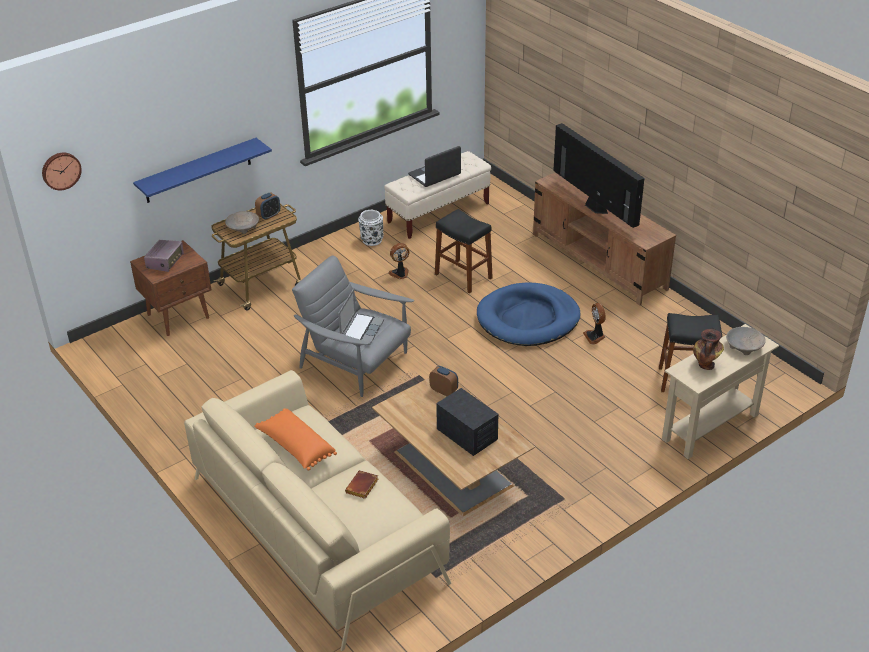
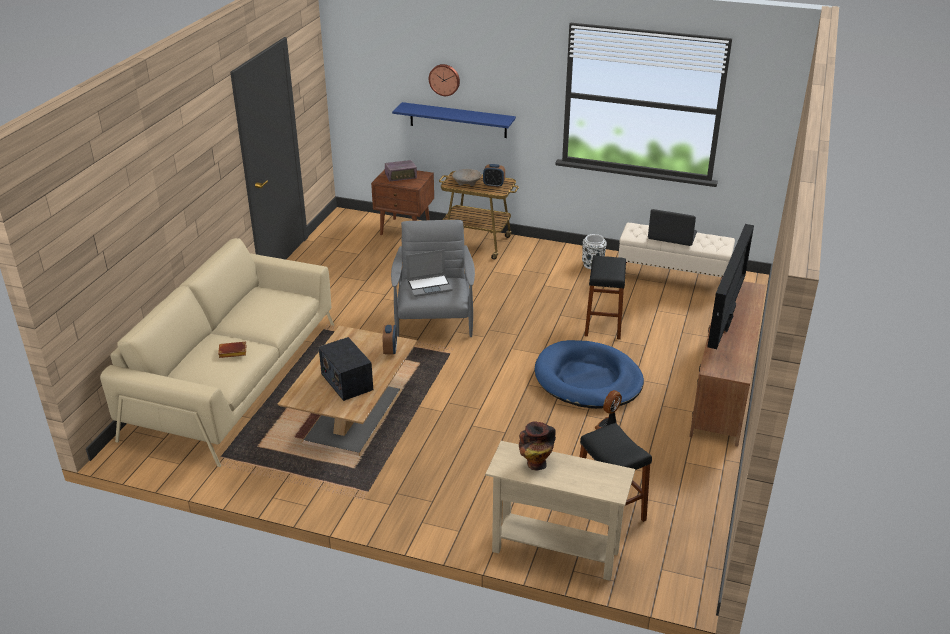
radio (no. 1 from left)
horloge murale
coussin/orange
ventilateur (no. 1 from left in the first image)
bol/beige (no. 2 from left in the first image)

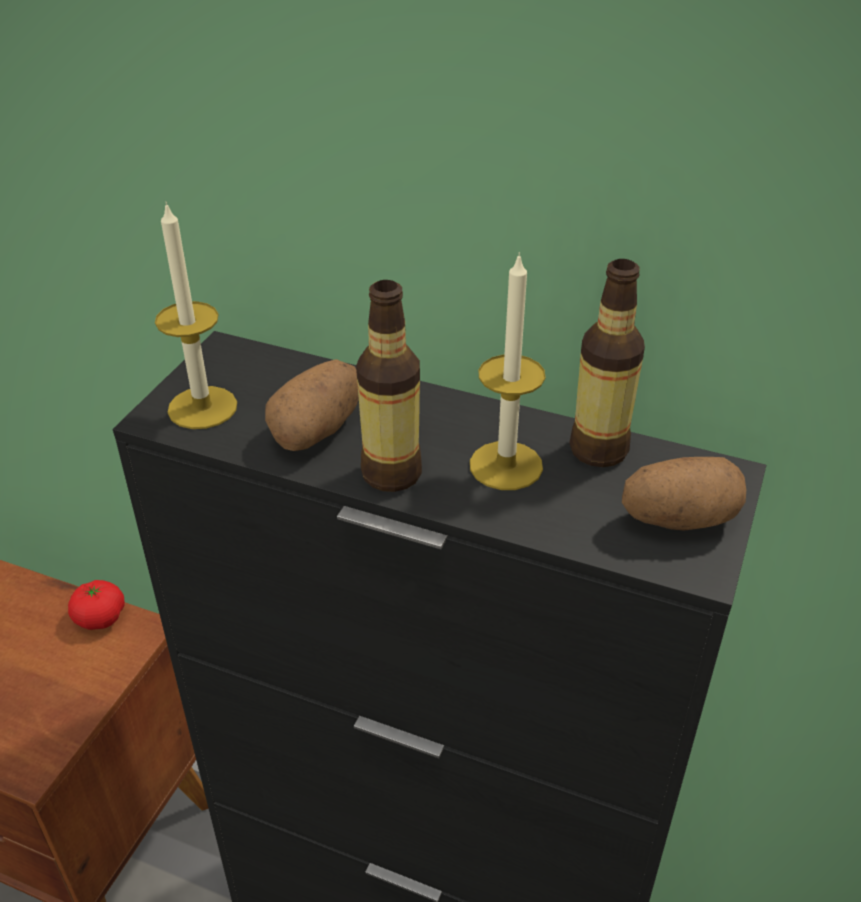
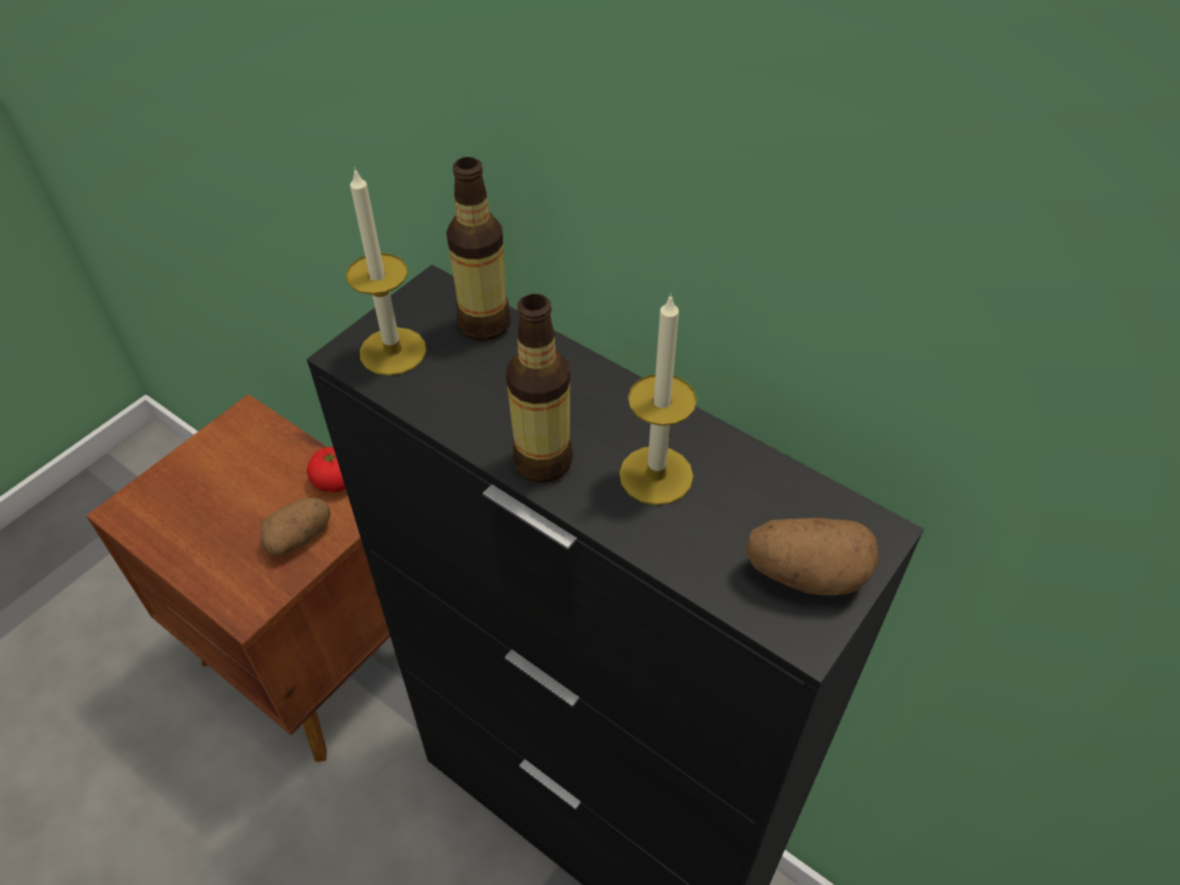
pomme de terre (no. 1 from left)
bouteille (no. 1 from left)

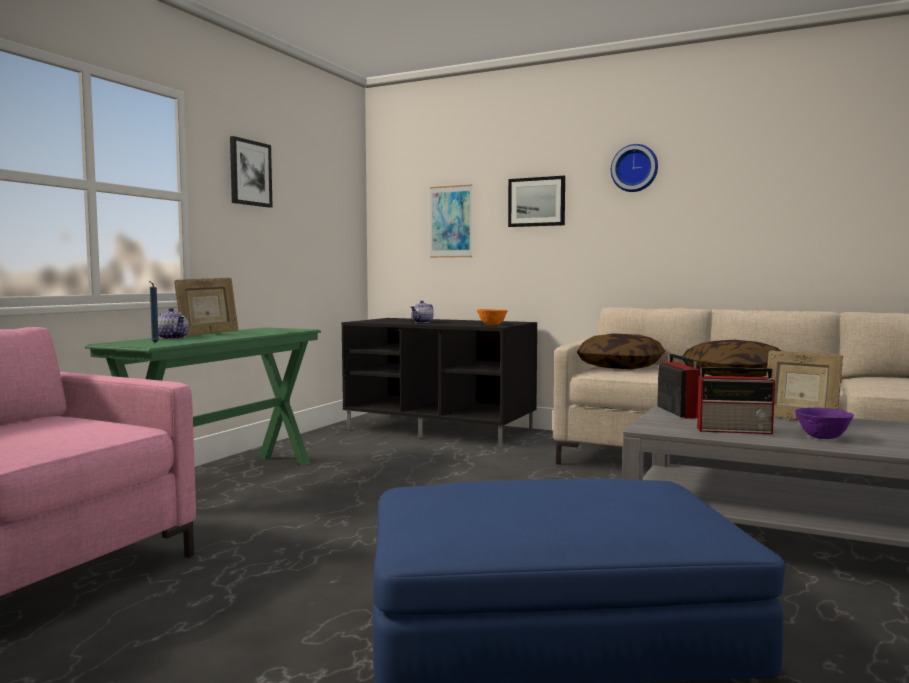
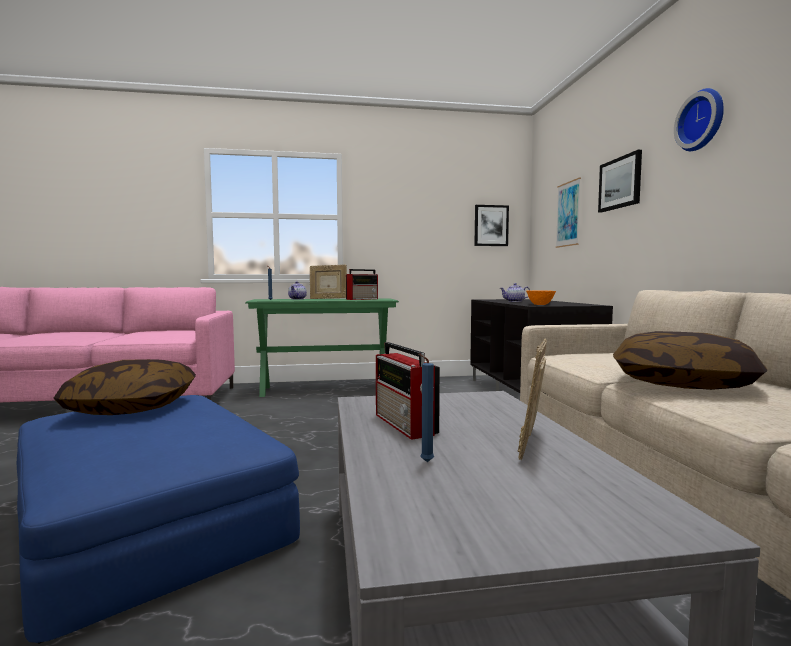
coussin (no. 1 from left)
radio (no. 1 from left)
bougie/bleu (no. 2 from left)
tableau (no. 1 from left)

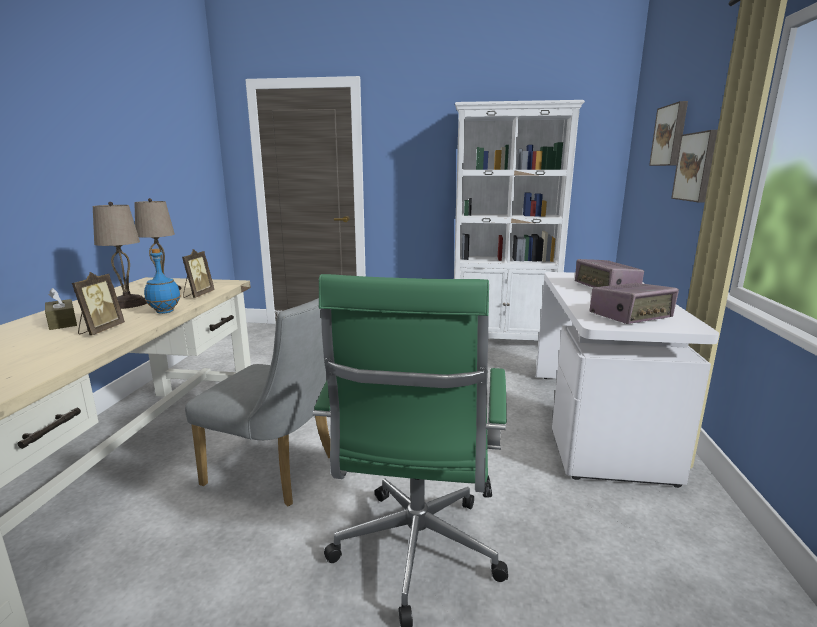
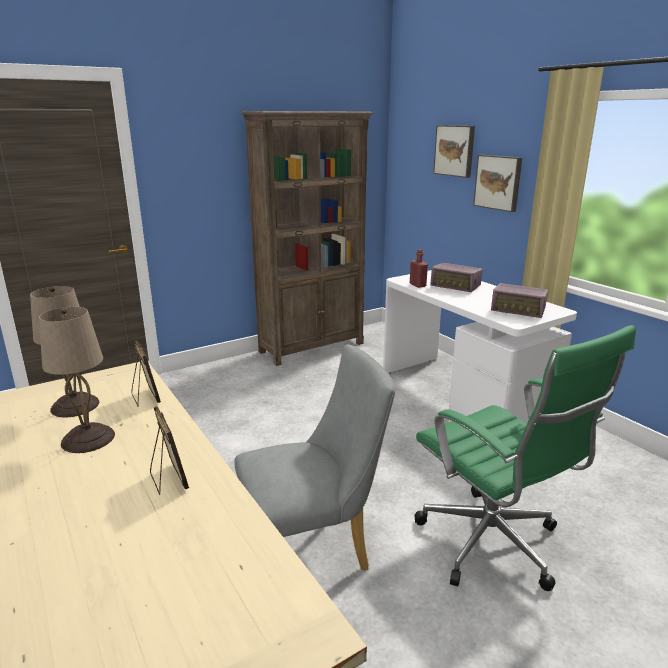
bibliothèque/marron
bouteille/rouge
radio (no. 2 from left)
boîte à mouchoirs/marron
bouteille/bleu

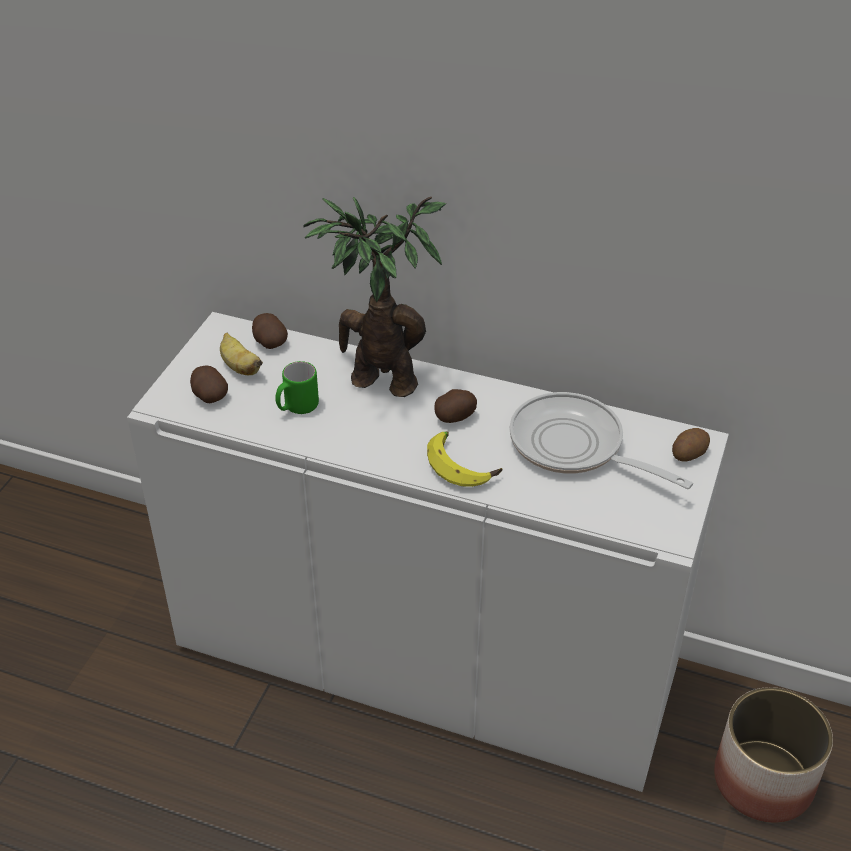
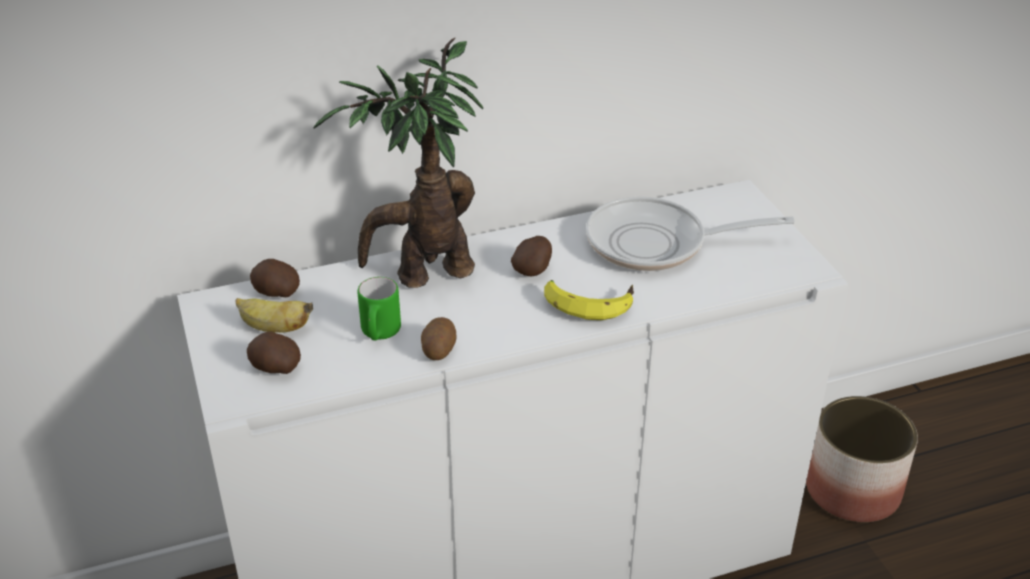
pomme de terre (no. 3 from left)

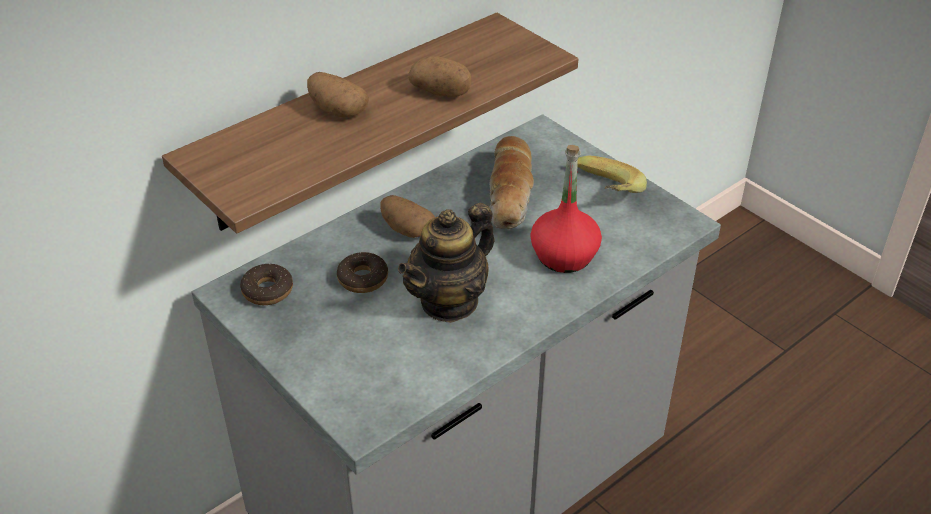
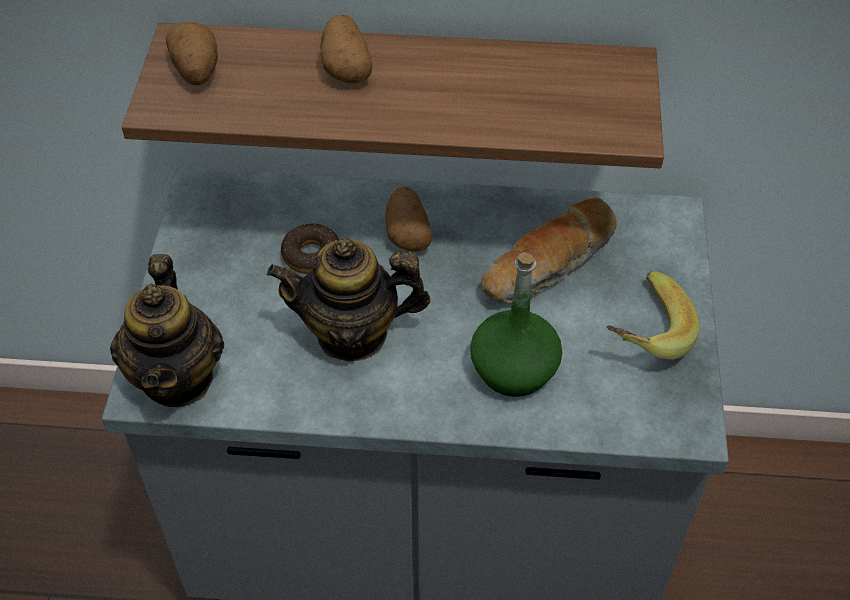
théière (no. 1 from left)
pomme de terre (no. 1 from left)
bouteille/vert
beignet (no. 1 from left in the first image)

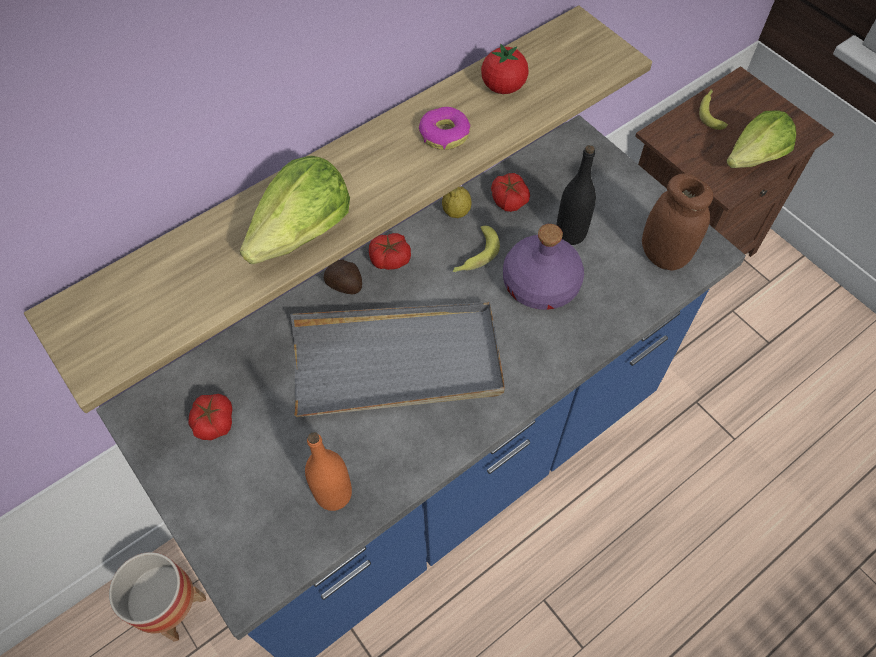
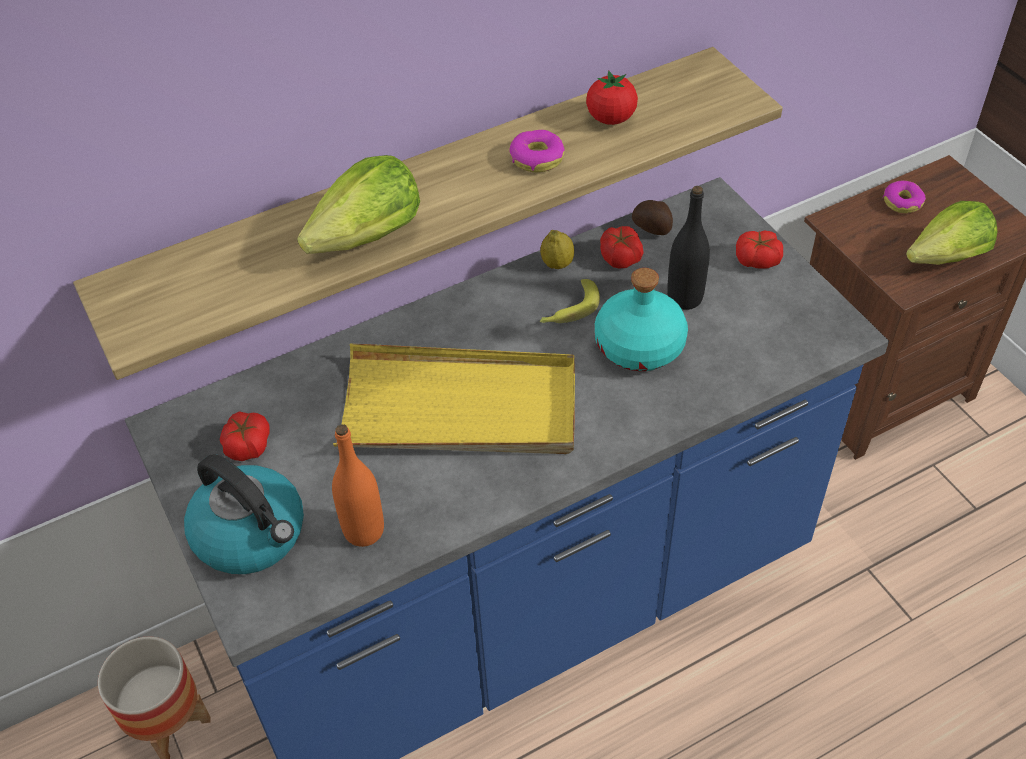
bouilloire
plateau/jaune
bouteille/turquoise
pomme de terre
tomate (no. 4 from left)
beignet (no. 2 from left)
bocal/marron

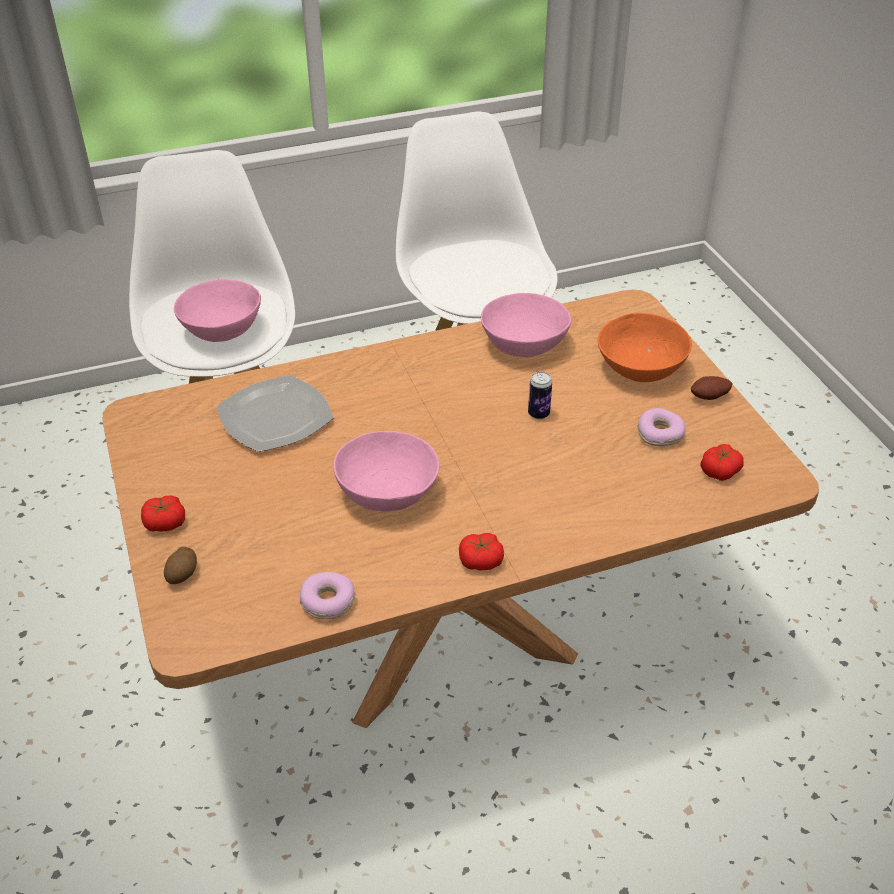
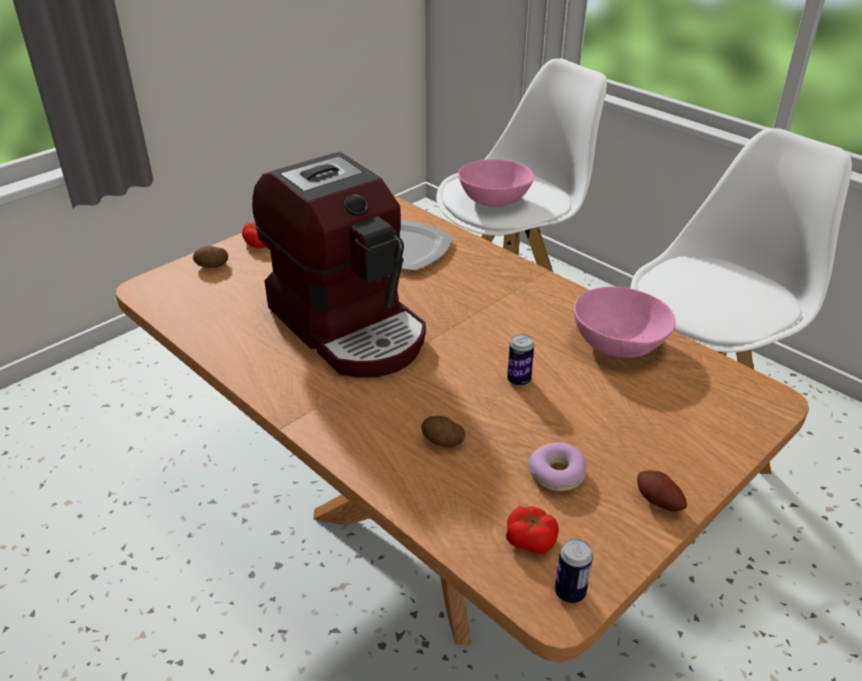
machine à café
pomme de terre (no. 2 from left)
boîte métallique (no. 2 from left)
beignet (no. 1 from left in the first image)
tomate (no. 2 from left in the first image)
bol/orange

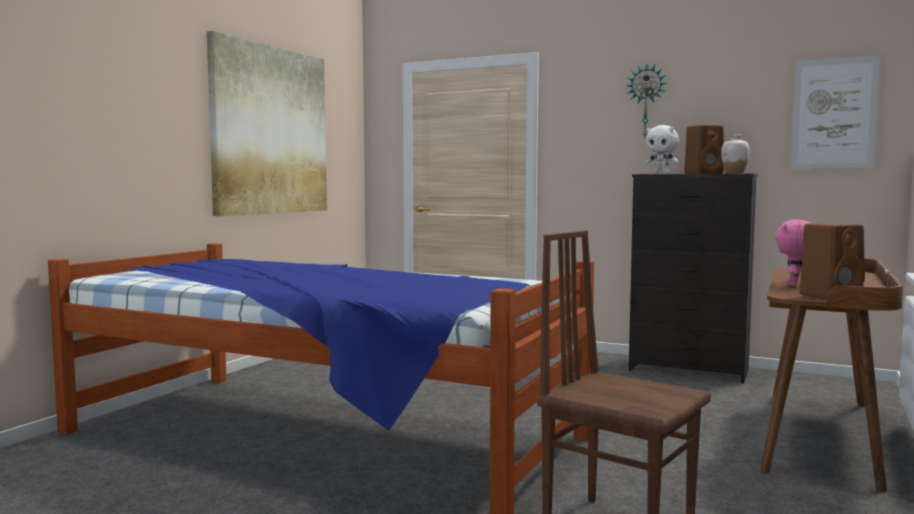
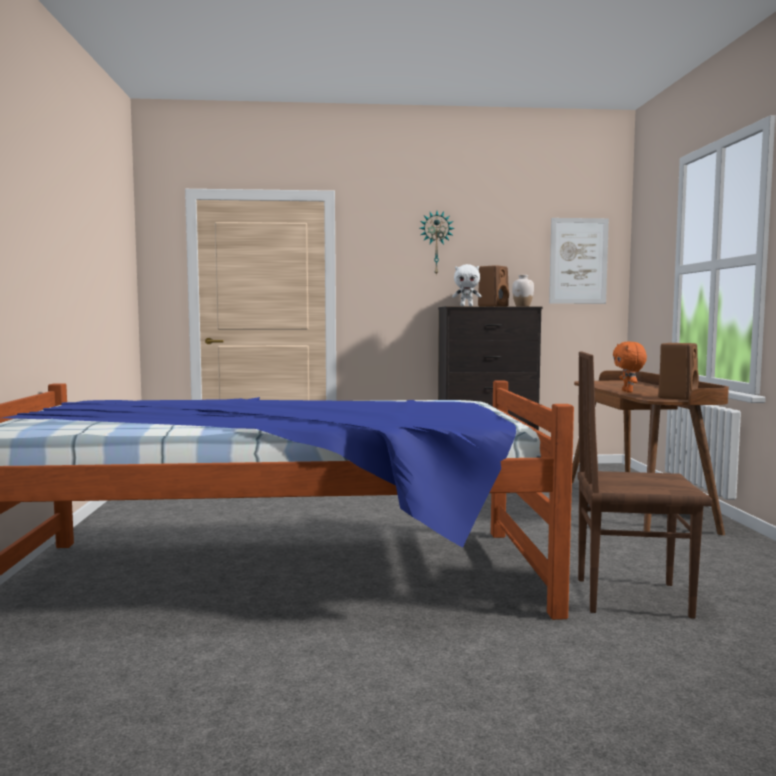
peluche/orange
tableau (no. 1 from left in the first image)

